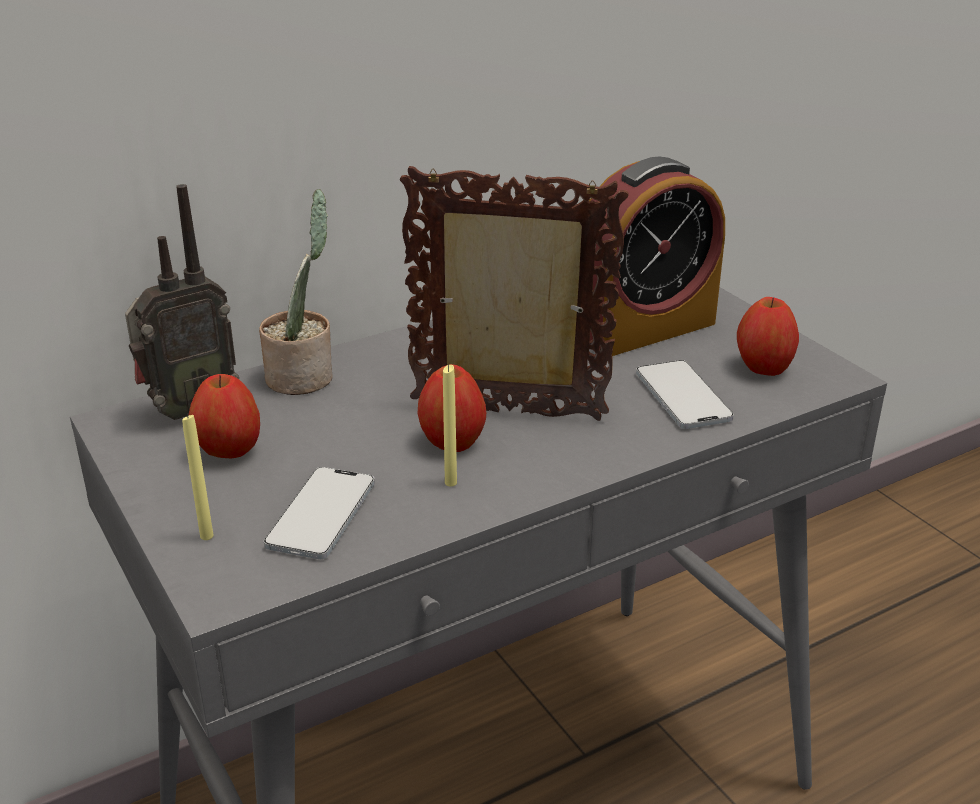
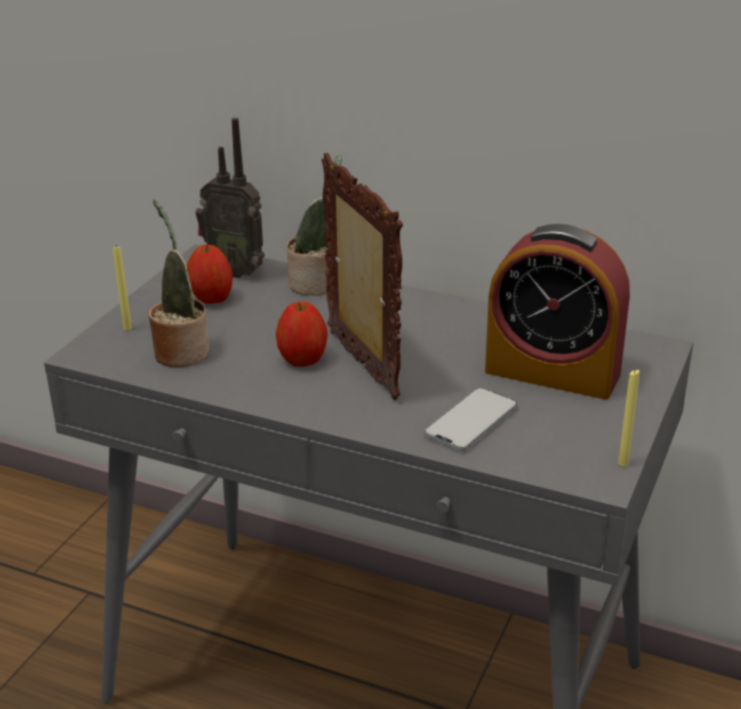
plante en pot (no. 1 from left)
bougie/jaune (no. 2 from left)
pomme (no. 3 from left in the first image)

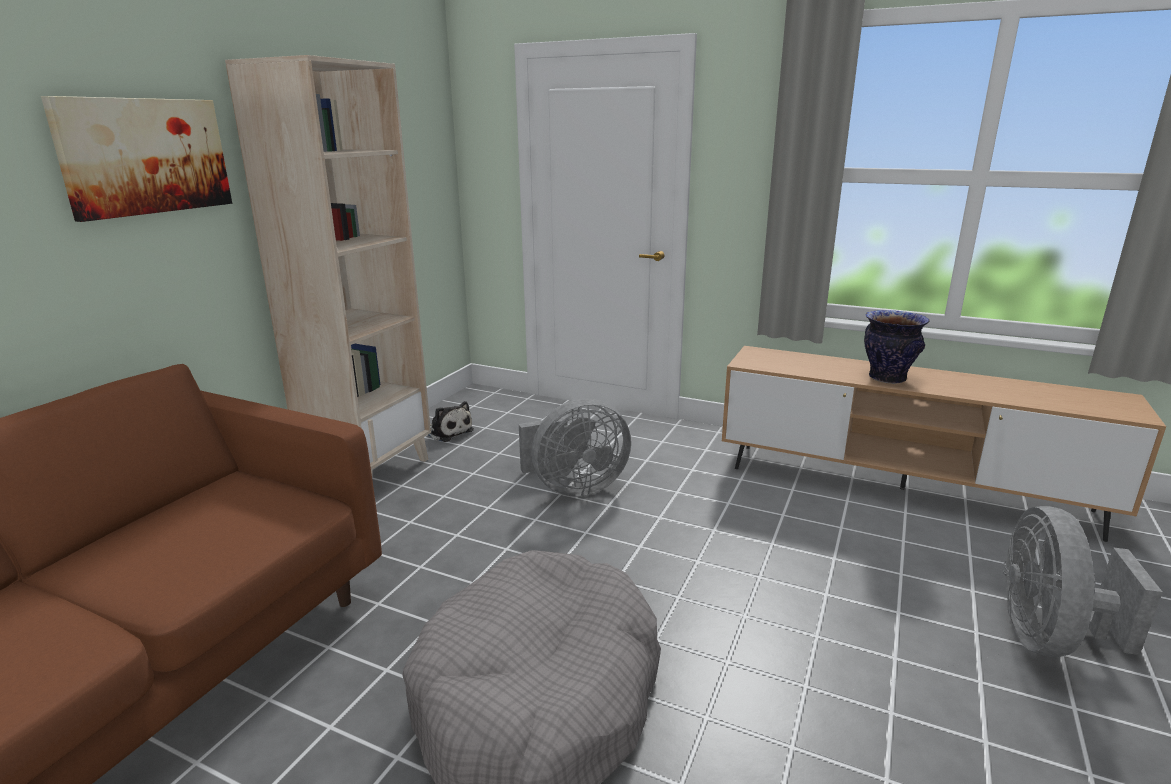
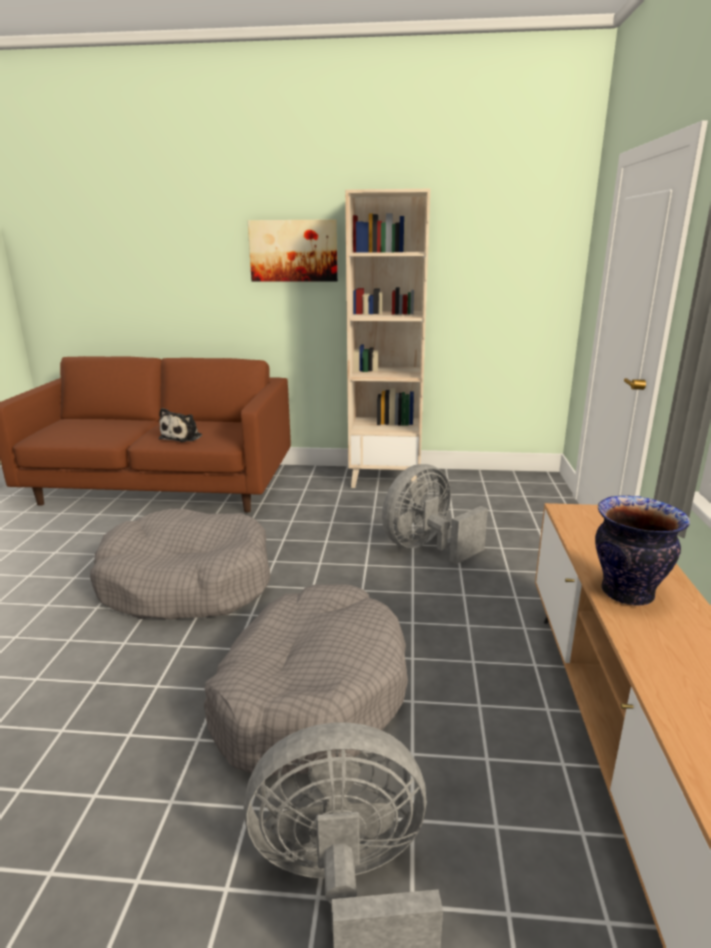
peluche
panier pour chien/gris (no. 2 from left)
ventilateur/gris (no. 2 from left)

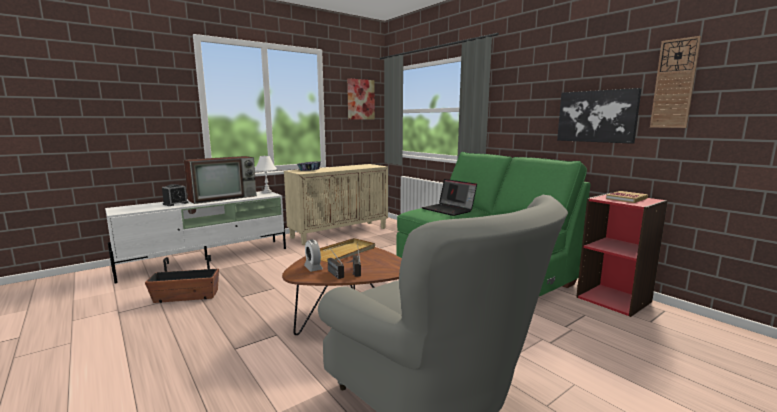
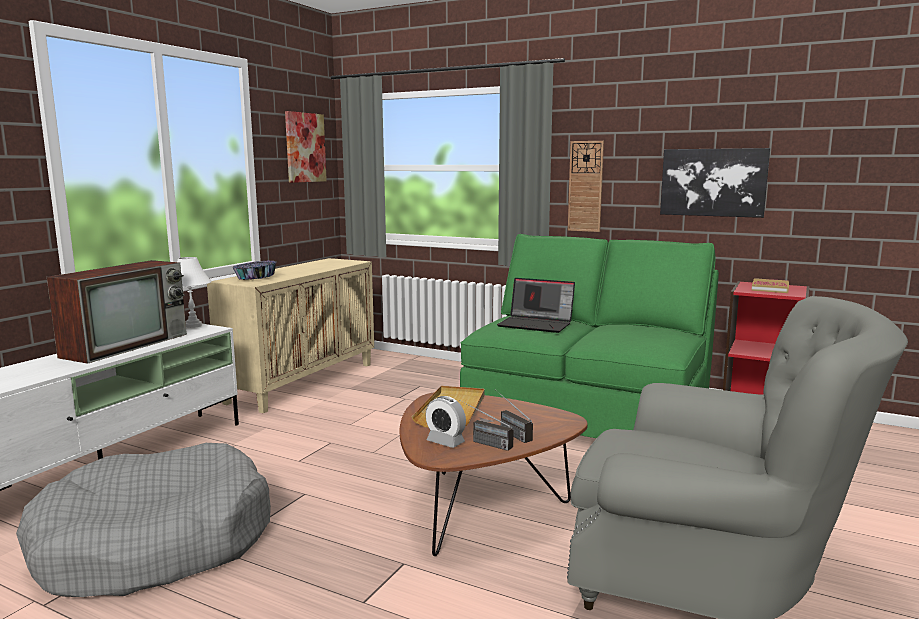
panier pour chien/gris
horloge murale
réveil (no. 1 from left in the first image)

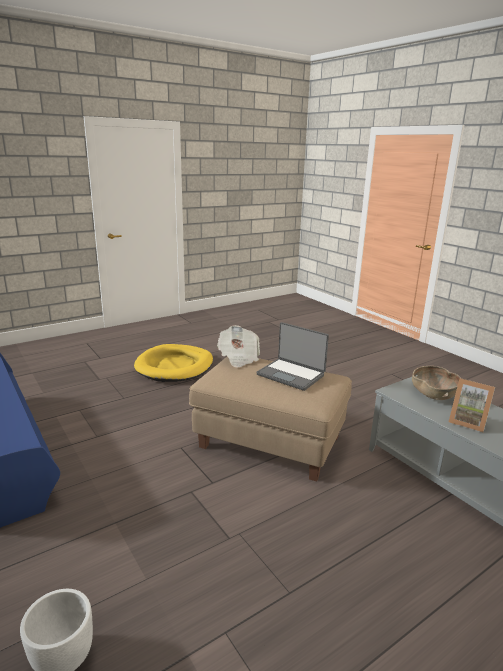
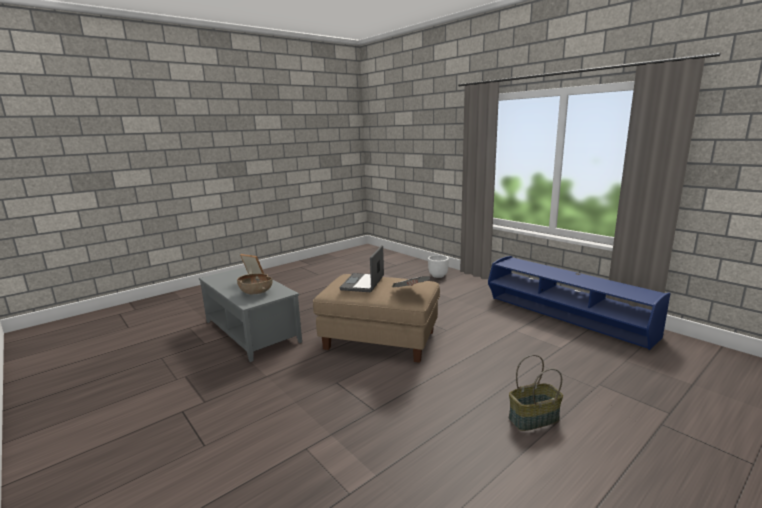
ordinateur portable
panier

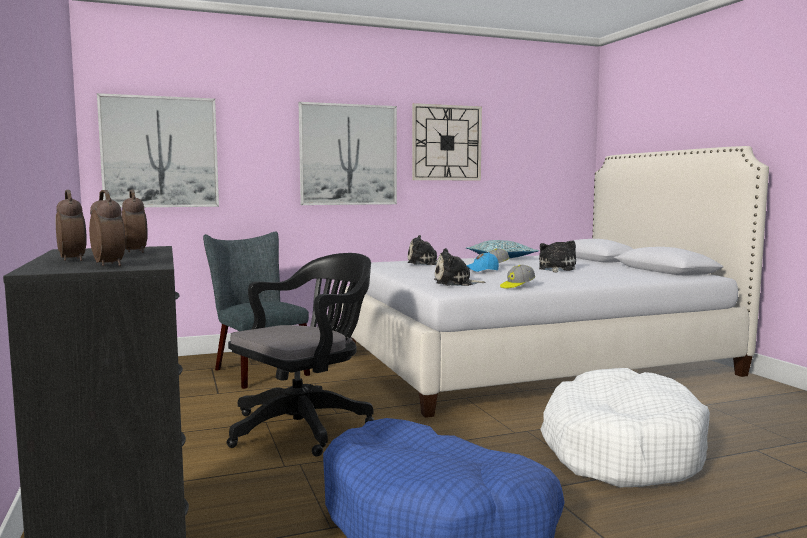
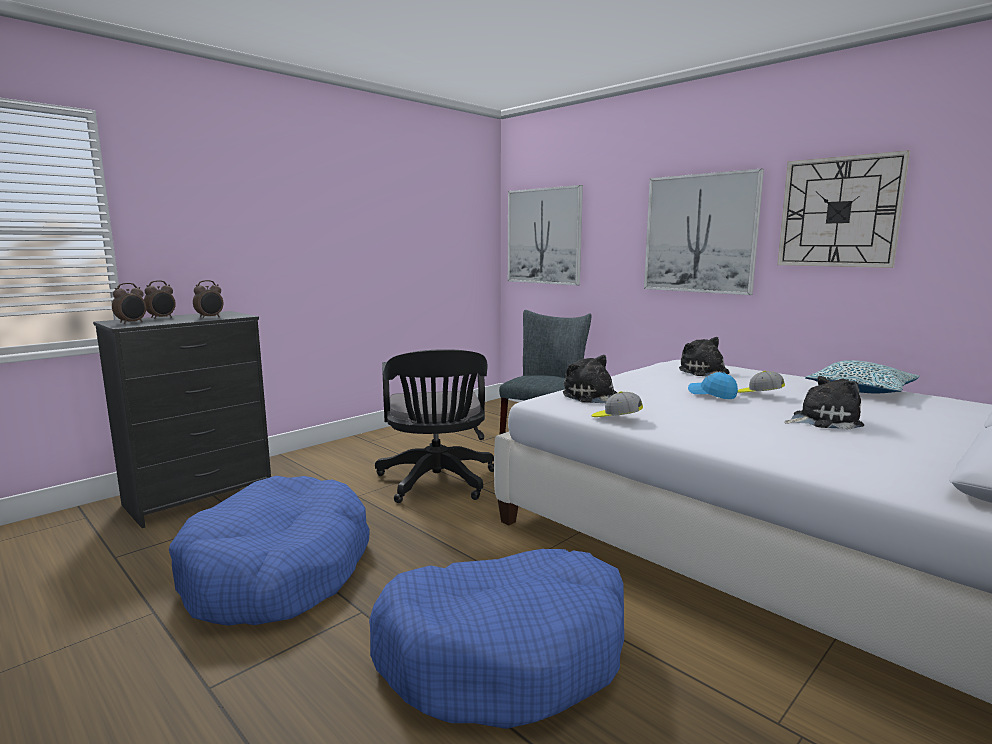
panier pour chien/bleu (no. 2 from left)
chaise de bureau/noir

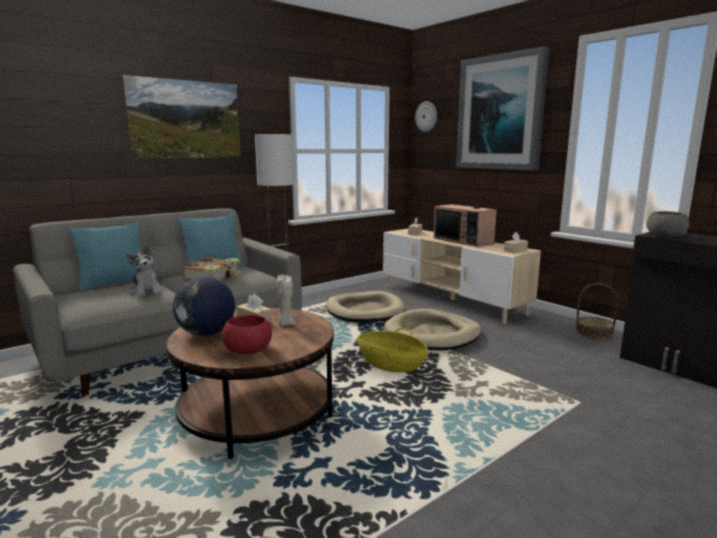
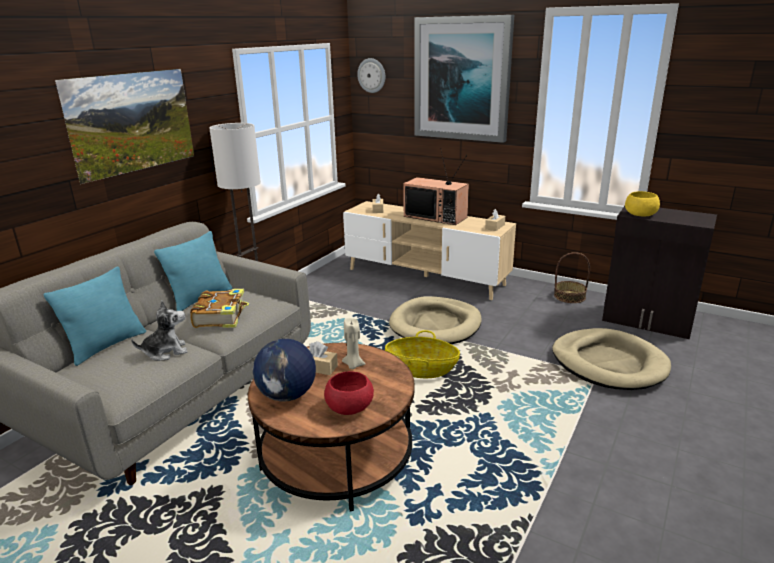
peluche
panier pour chien/beige (no. 2 from left)
bol/jaune

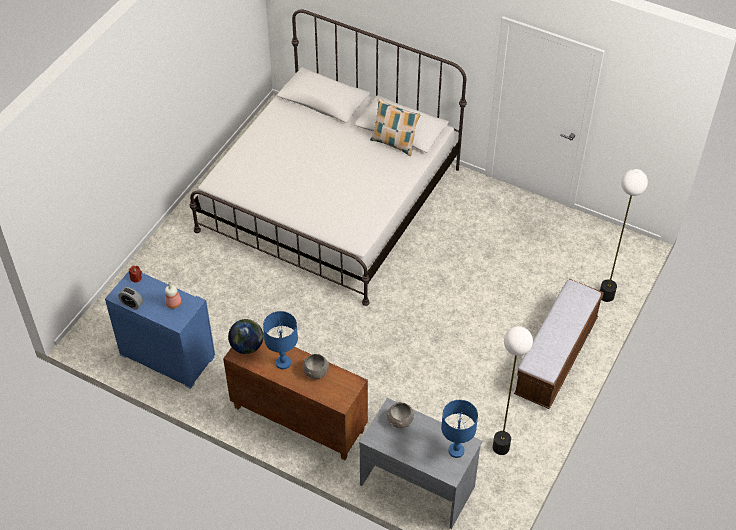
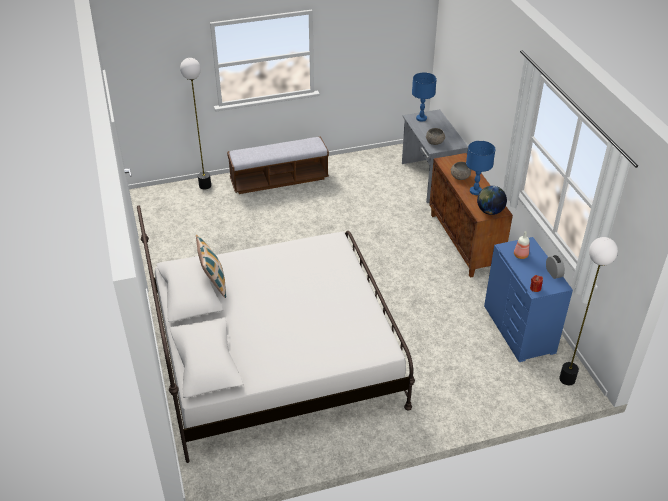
lampadaire (no. 2 from left)

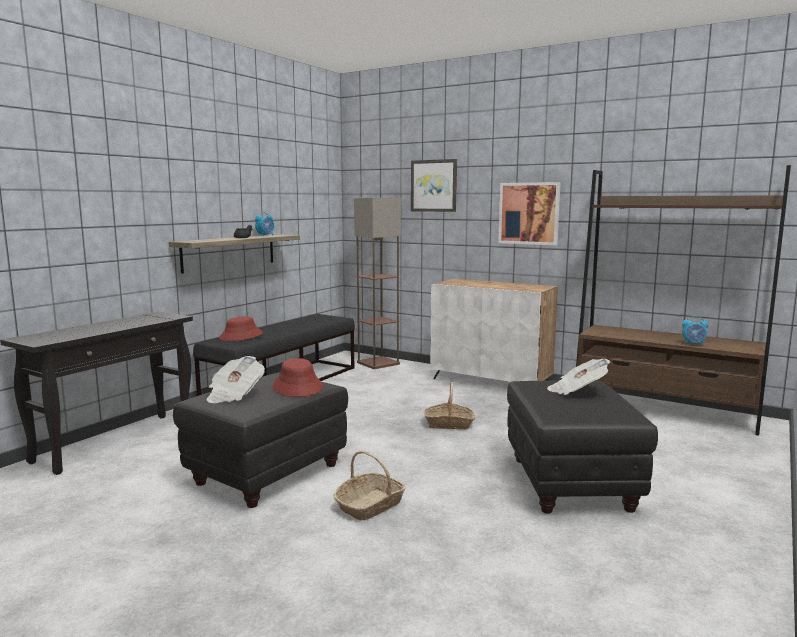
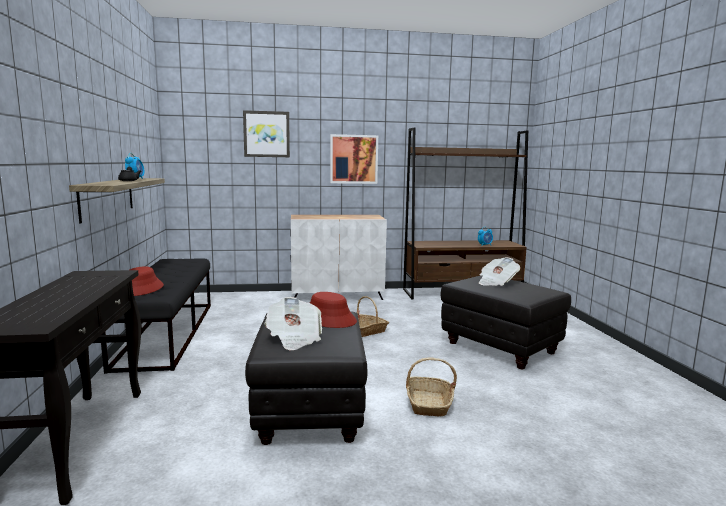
lampadaire

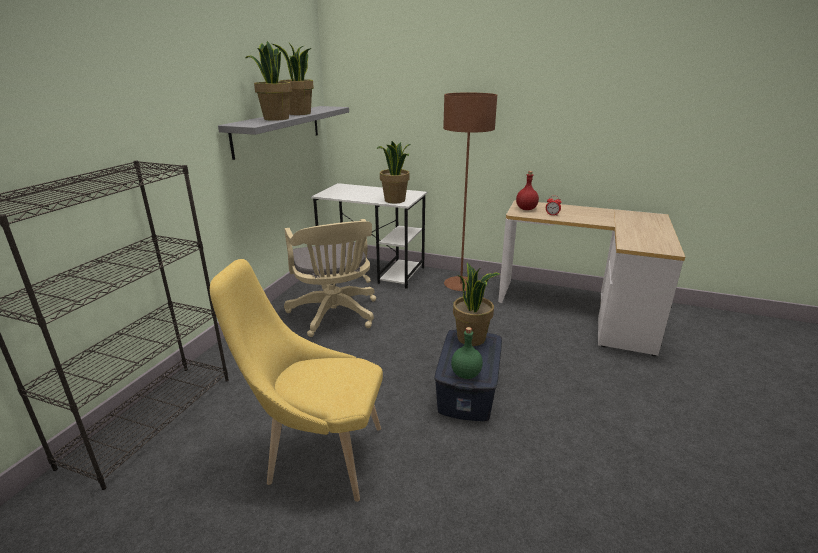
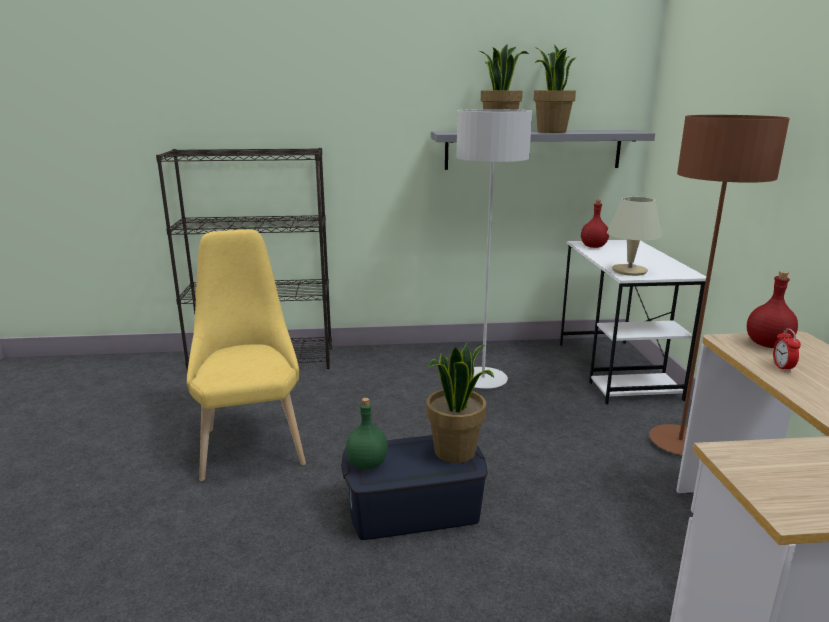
lampadaire/gris
bouteille/rouge (no. 1 from left)
lampe de table/beige

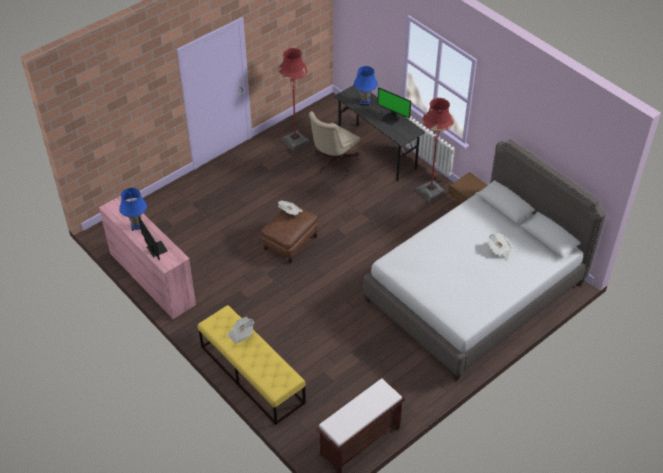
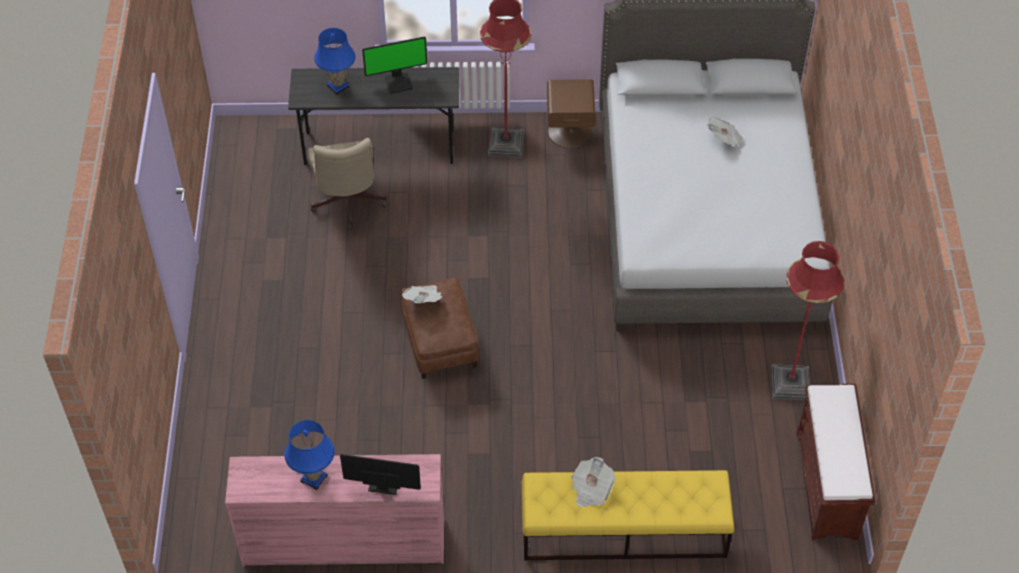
lampadaire/rouge (no. 2 from left)

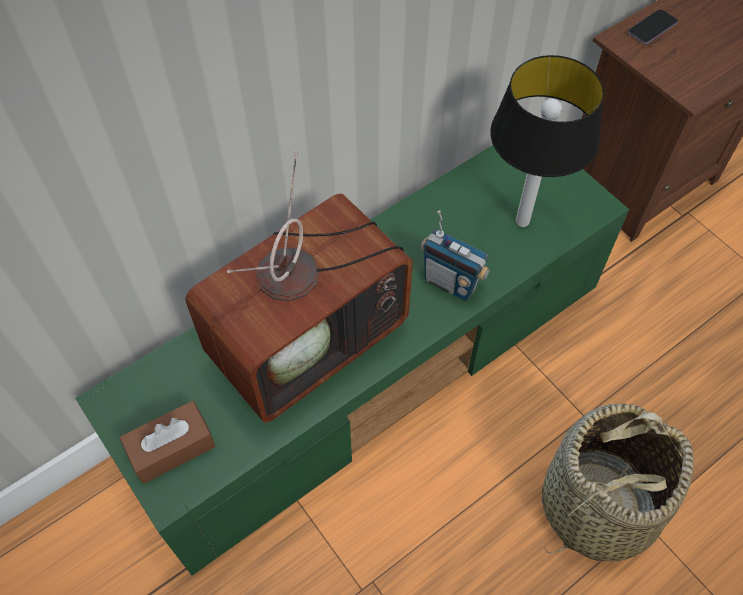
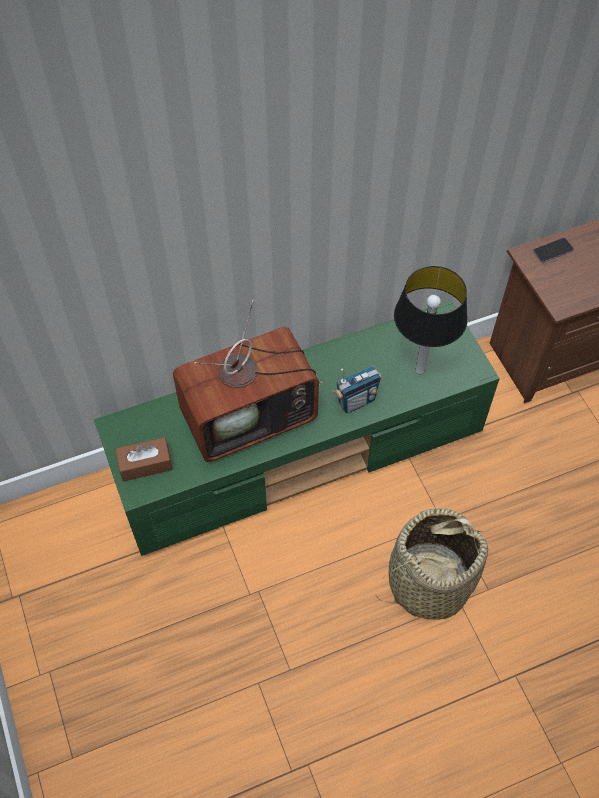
radio

